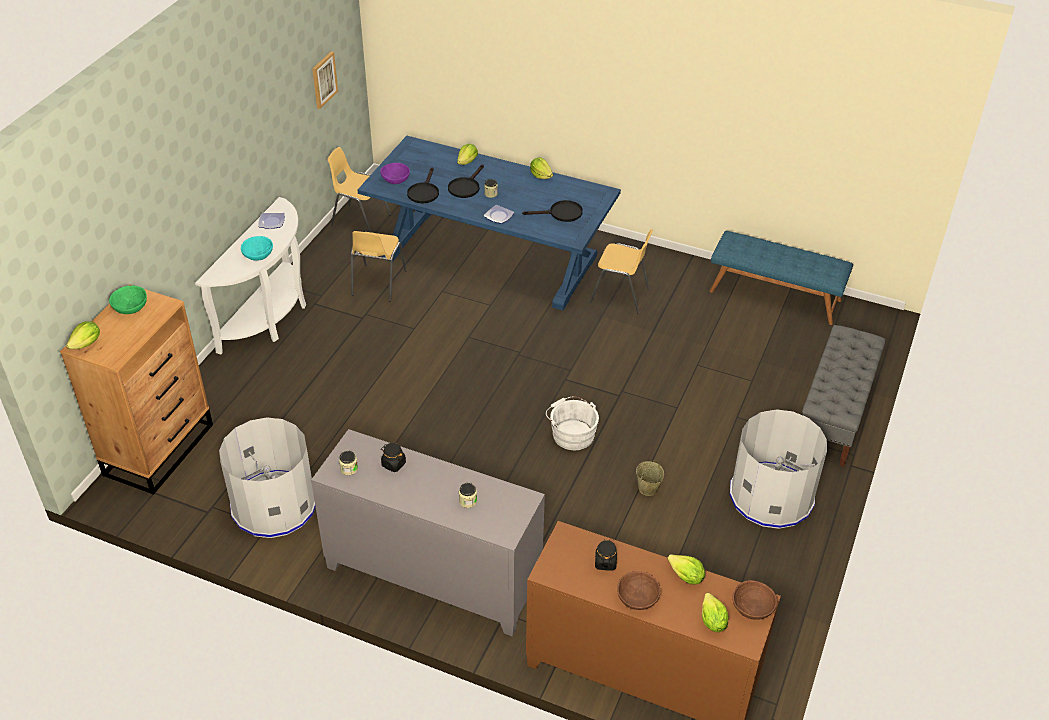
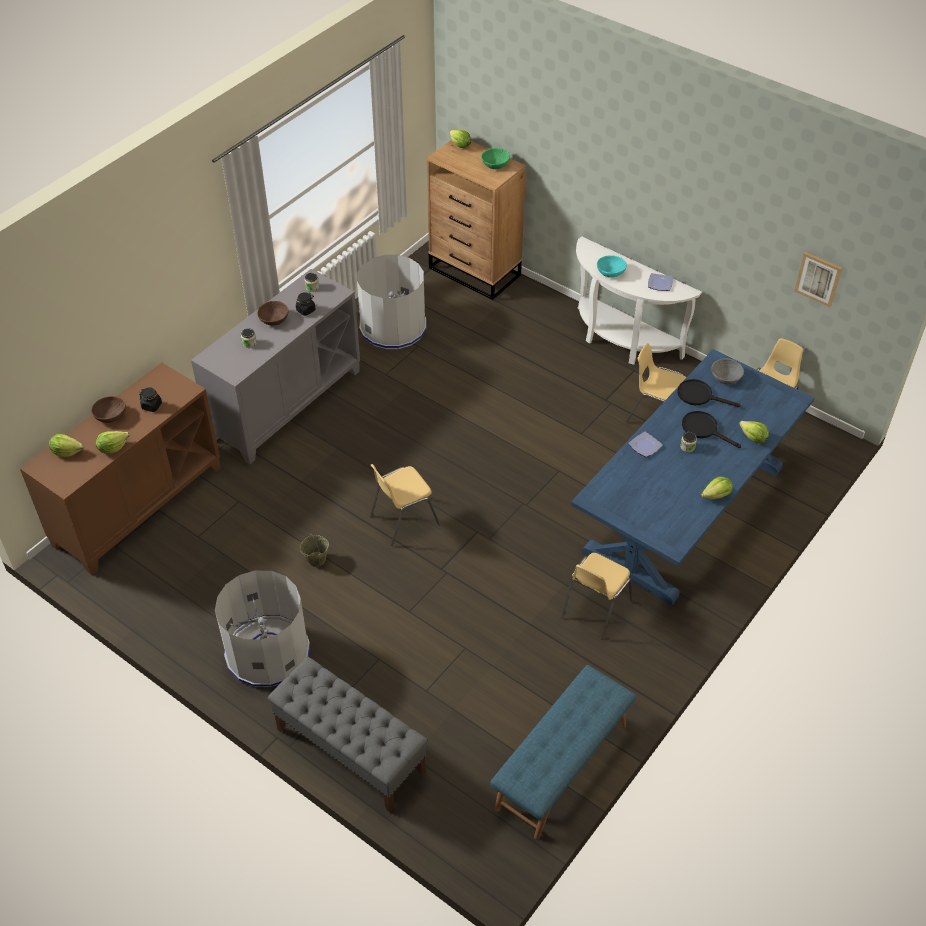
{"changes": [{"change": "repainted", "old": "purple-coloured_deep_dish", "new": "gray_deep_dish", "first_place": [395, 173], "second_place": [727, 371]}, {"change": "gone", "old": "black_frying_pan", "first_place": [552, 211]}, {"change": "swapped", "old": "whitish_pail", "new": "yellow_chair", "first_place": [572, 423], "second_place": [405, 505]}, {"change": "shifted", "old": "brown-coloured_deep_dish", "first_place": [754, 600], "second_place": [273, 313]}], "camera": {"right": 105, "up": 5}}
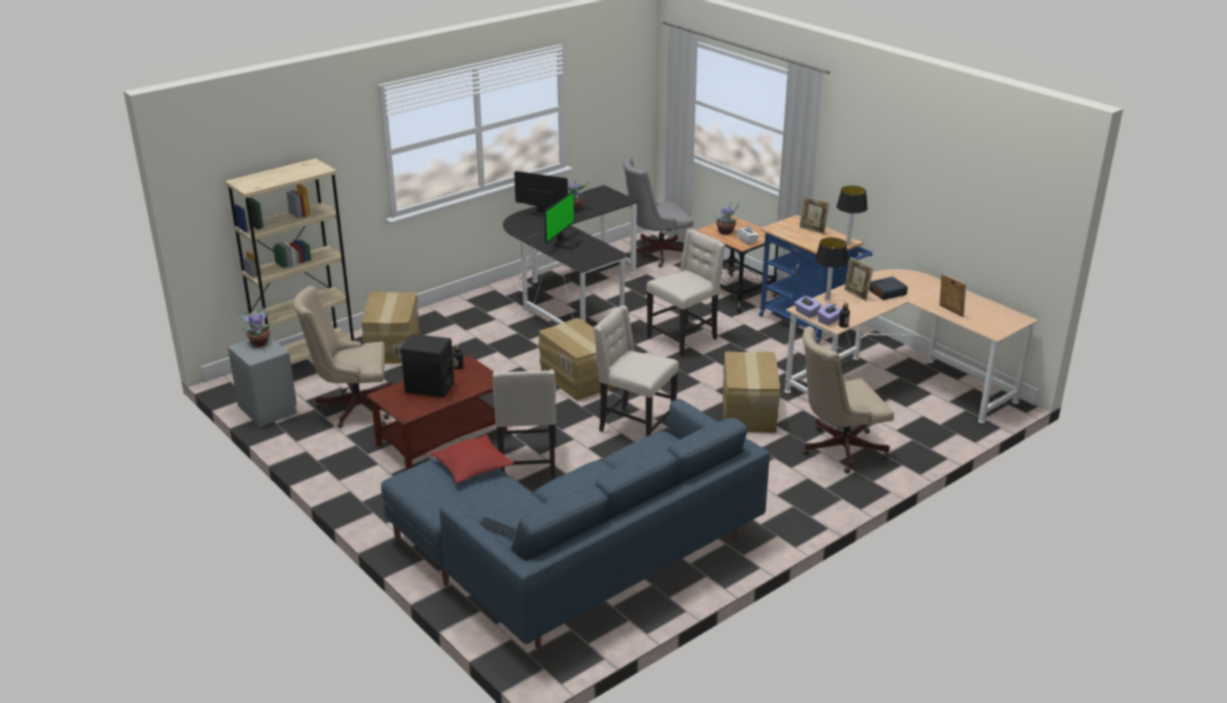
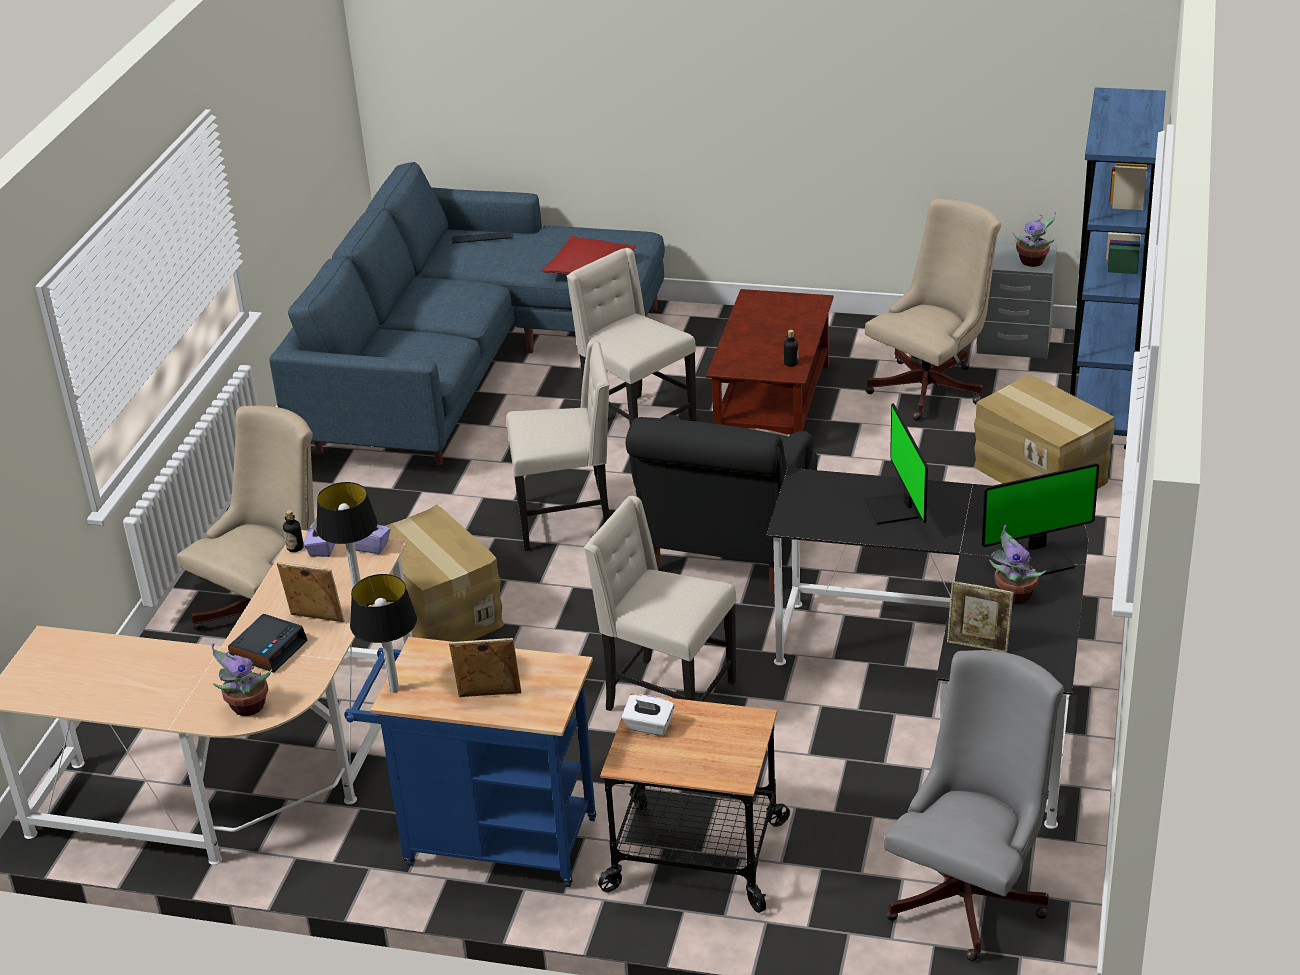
{"changes": [{"change": "repainted", "old": "beige-coloured_bookshelf", "new": "blue_bookshelf", "first_place": [290, 261], "second_place": [1118, 268]}, {"change": "gone", "old": "black_speaker", "first_place": [426, 365]}, {"change": "swapped", "old": "cardboard_box", "new": "black_easy_chair", "first_place": [576, 359], "second_place": [721, 504]}, {"change": "rotated", "old": "beige-coloured_chair", "first_place": [685, 292], "second_place": [660, 603], "degrees": 105}, {"change": "shifted", "old": "potted_plant", "first_place": [726, 218], "second_place": [242, 679]}, {"change": "shifted", "old": "standing_frame", "first_place": [952, 295], "second_place": [980, 617]}], "camera": {"right": 145, "up": 5}}
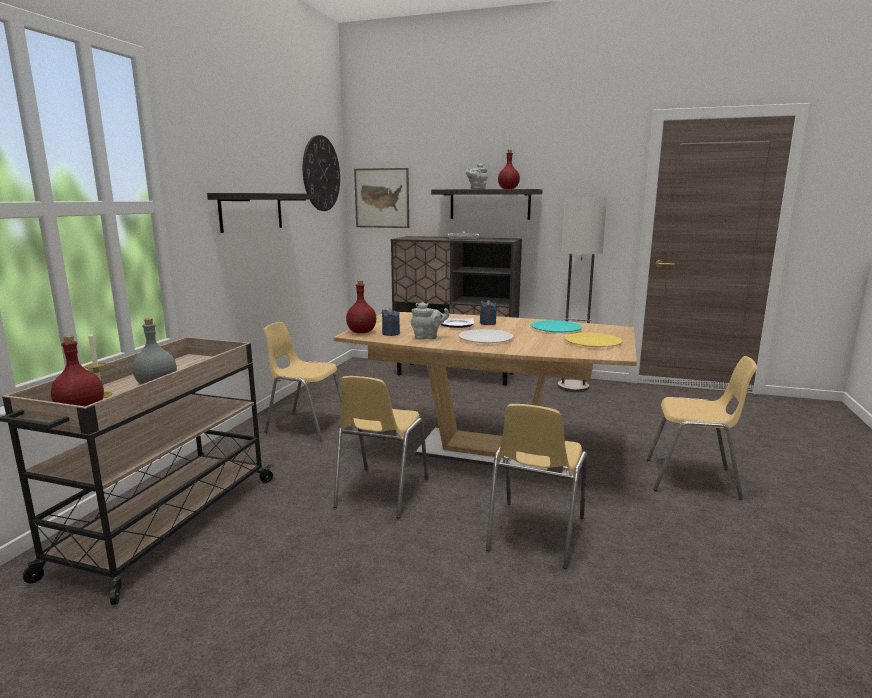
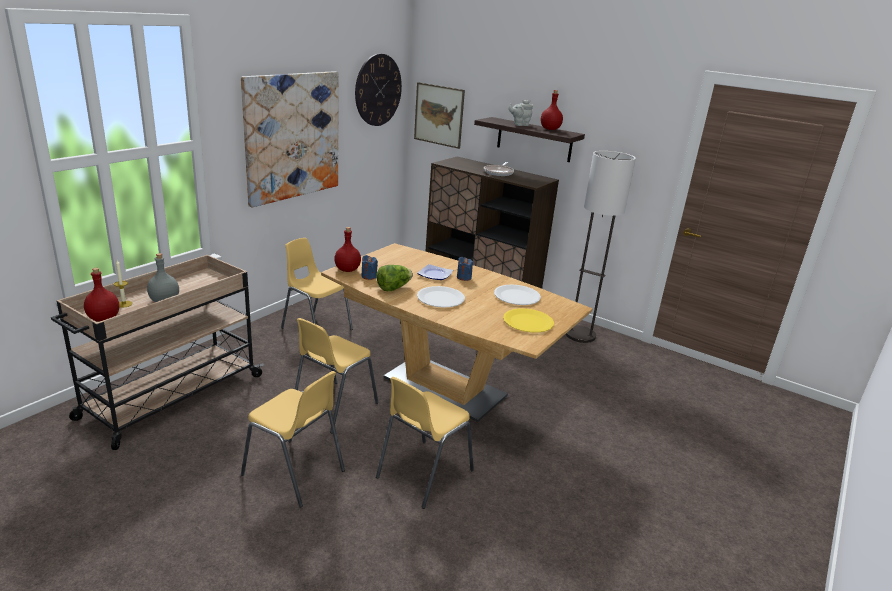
{"changes": [{"change": "swapped", "old": "bracket_shelf", "new": "wall_picture", "first_place": [263, 213], "second_place": [290, 139]}, {"change": "swapped", "old": "gray_tea_pot", "new": "head_of_lettuce", "first_place": [430, 321], "second_place": [394, 278]}, {"change": "repainted", "old": "blue-green_dinner_plate", "new": "whitish_dinner_plate", "first_place": [556, 326], "second_place": [517, 295]}, {"change": "shifted", "old": "yellow_chair", "first_place": [702, 428], "second_place": [293, 439]}], "camera": {"right": 15, "up": 10}}
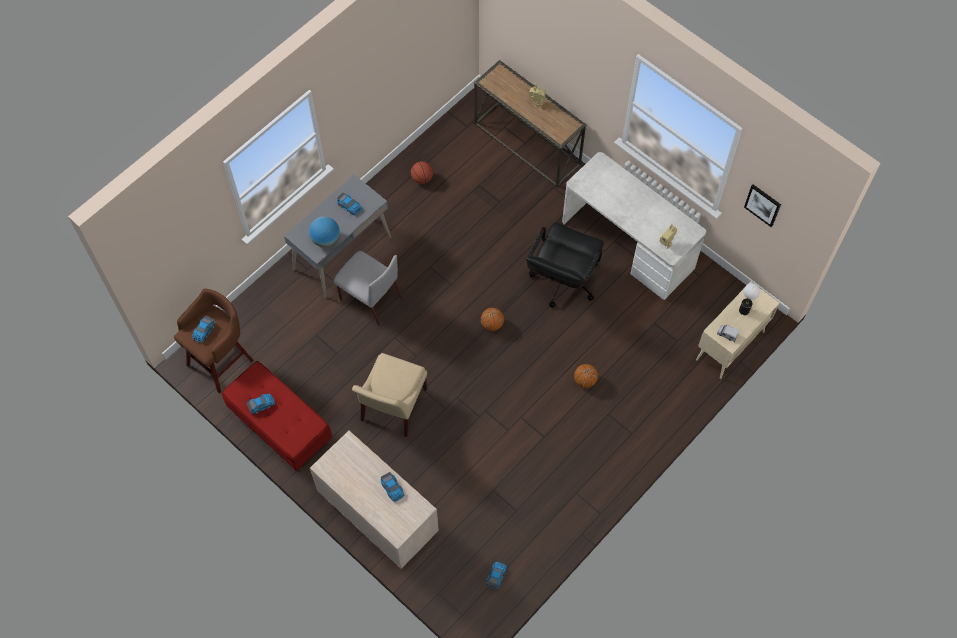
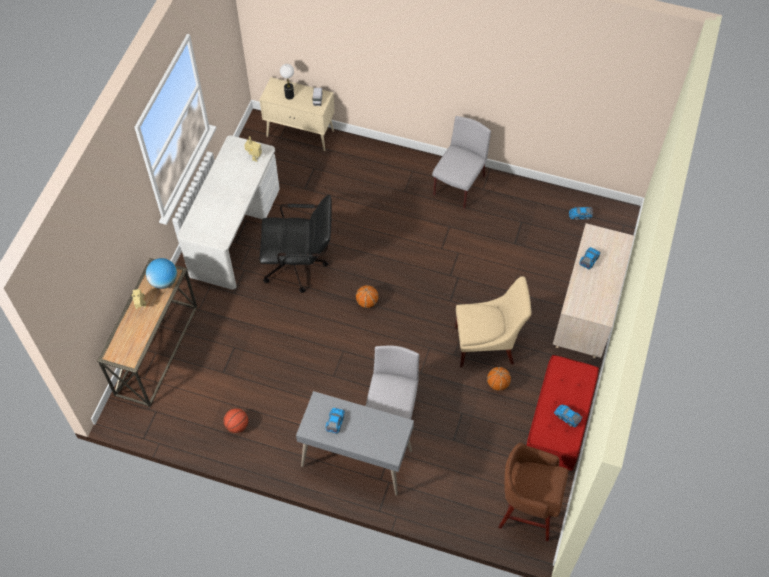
{"changes": [{"change": "gone", "old": "model_car", "first_place": [203, 329]}, {"change": "shifted", "old": "world_globe", "first_place": [324, 232], "second_place": [161, 273]}, {"change": "shifted", "old": "ball_for_basketball", "first_place": [586, 376], "second_place": [499, 379]}, {"change": "gone", "old": "wall_picture", "first_place": [762, 205]}, {"change": "new", "new": "gray_chair", "second_place": [461, 162]}], "camera": {"right": -115, "up": -5}}
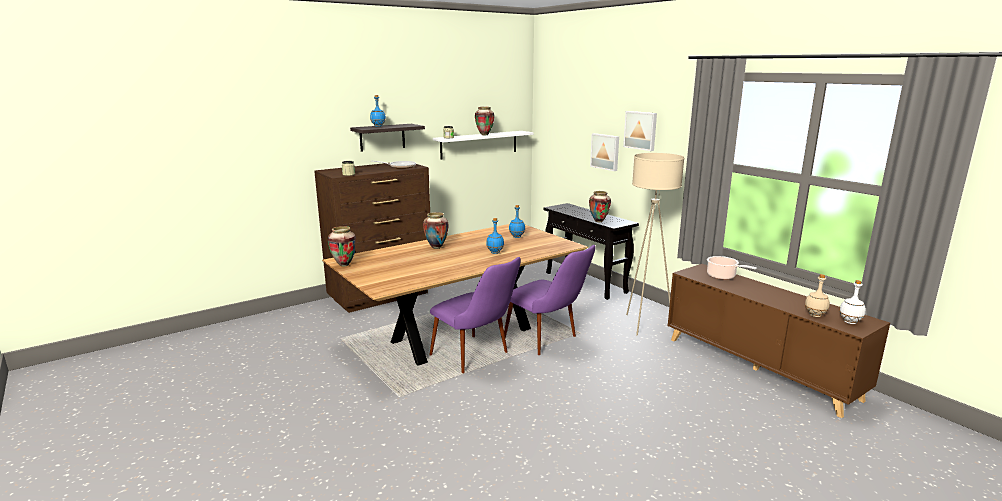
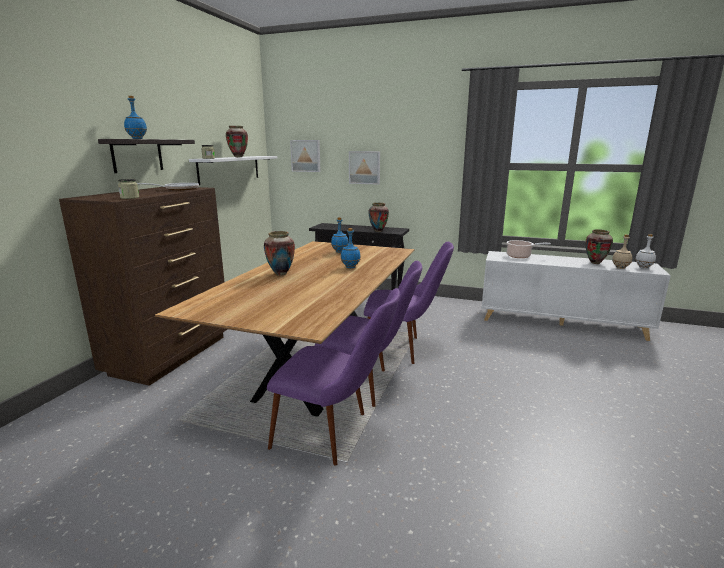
{"changes": [{"change": "shifted", "old": "vase", "first_place": [342, 246], "second_place": [599, 246]}, {"change": "shifted", "old": "wall_picture", "first_place": [640, 131], "second_place": [305, 156]}, {"change": "gone", "old": "beige-coloured_standard_lamp", "first_place": [655, 244]}, {"change": "repainted", "old": "brown-coloured_storage_cabinet", "new": "whitish_storage_cabinet", "first_place": [779, 341], "second_place": [576, 296]}, {"change": "new", "new": "purple-coloured_chair", "second_place": [333, 376]}], "camera": {"right": -35, "up": 0}}
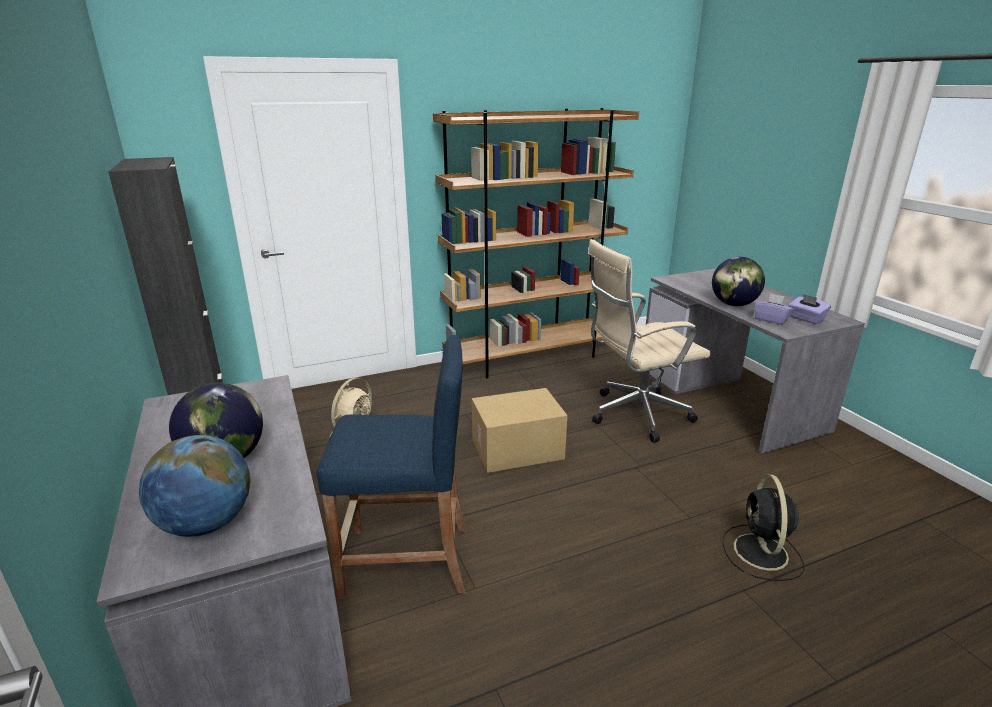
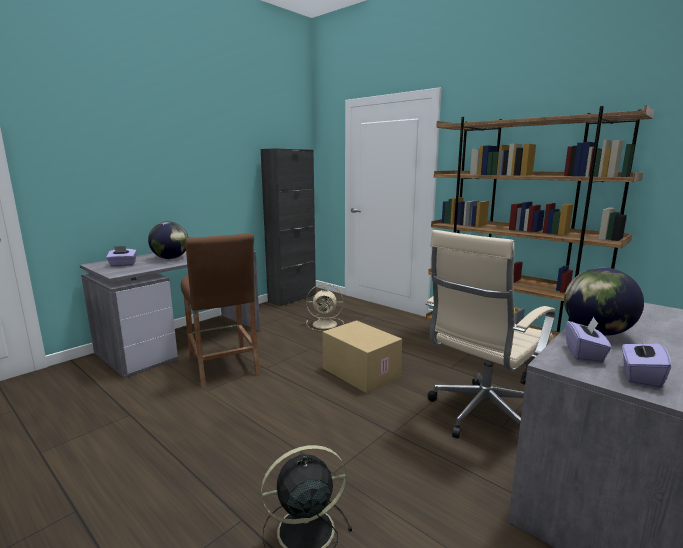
{"changes": [{"change": "swapped", "old": "world_globe", "new": "purple-coloured_tissue_holder", "first_place": [194, 486], "second_place": [121, 256]}, {"change": "repainted", "old": "blue_sitting_stool", "new": "brown-coloured_sitting_stool", "first_place": [391, 466], "second_place": [220, 310]}, {"change": "rotated", "old": "beige-coloured_office_chair", "first_place": [649, 341], "second_place": [490, 334], "degrees": -90}], "camera": {"right": 65, "up": -10}}
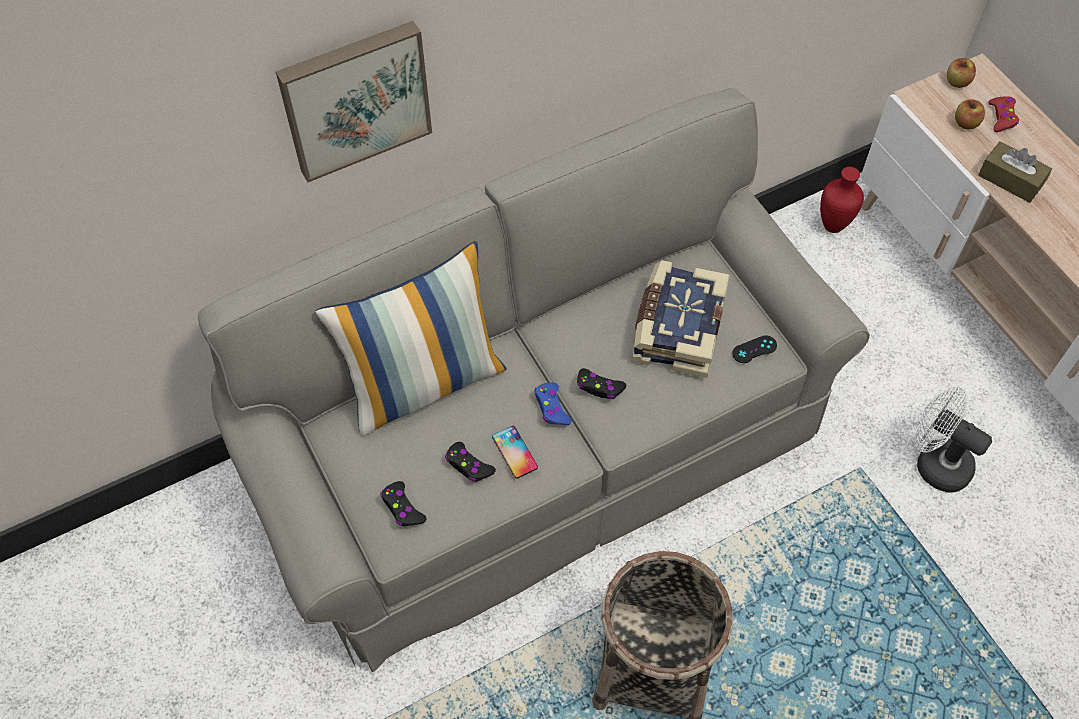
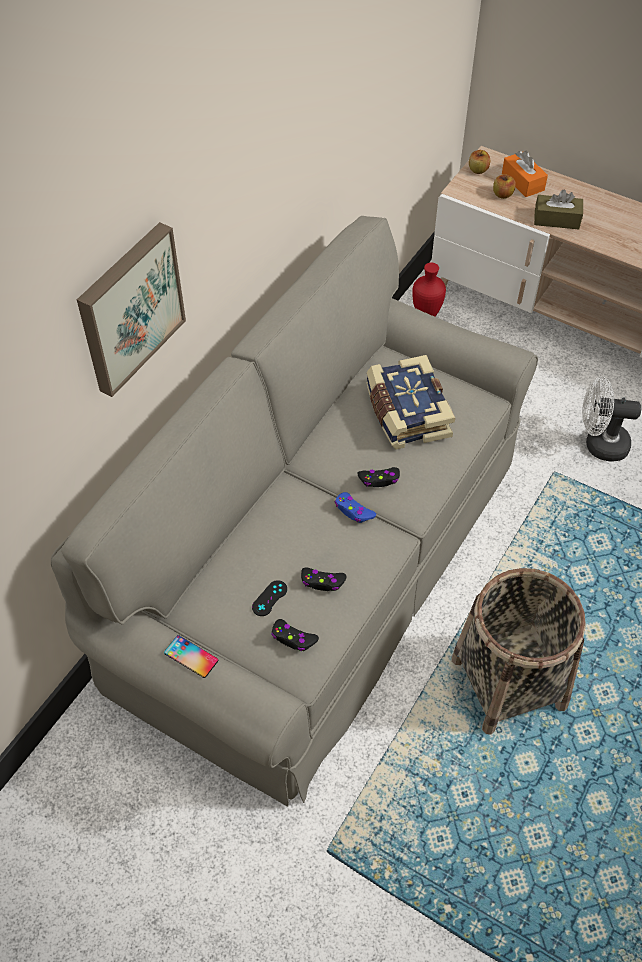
{"changes": [{"change": "gone", "old": "pillow", "first_place": [411, 339]}, {"change": "shifted", "old": "handset", "first_place": [515, 452], "second_place": [191, 656]}, {"change": "shifted", "old": "black_game_controller", "first_place": [754, 349], "second_place": [269, 598]}, {"change": "swapped", "old": "red-coloured_game_controller", "new": "orangey_tissue_holder", "first_place": [1003, 114], "second_place": [525, 174]}], "camera": {"right": -30, "up": -5}}
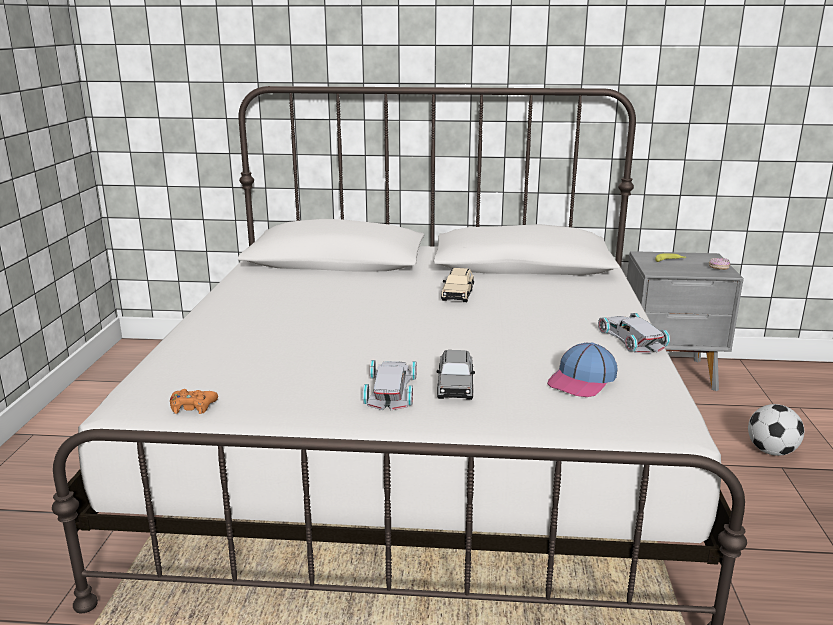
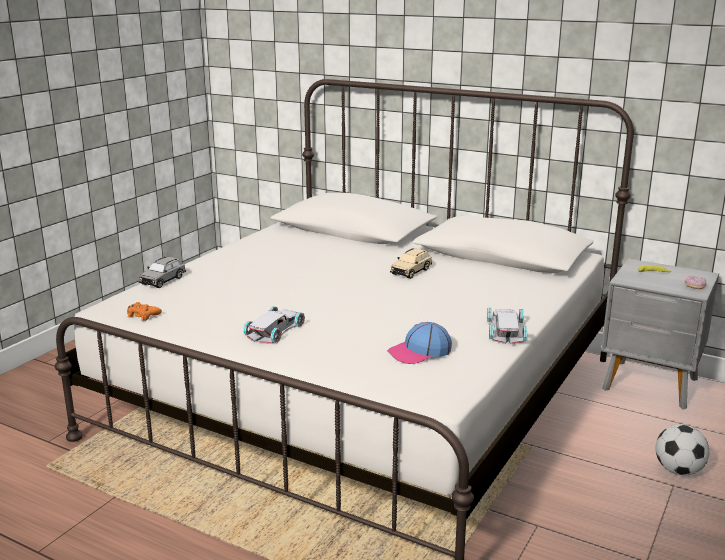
{"changes": [{"change": "shifted", "old": "gray_model_car", "first_place": [456, 375], "second_place": [162, 272]}], "camera": {"right": 25, "up": 0}}
